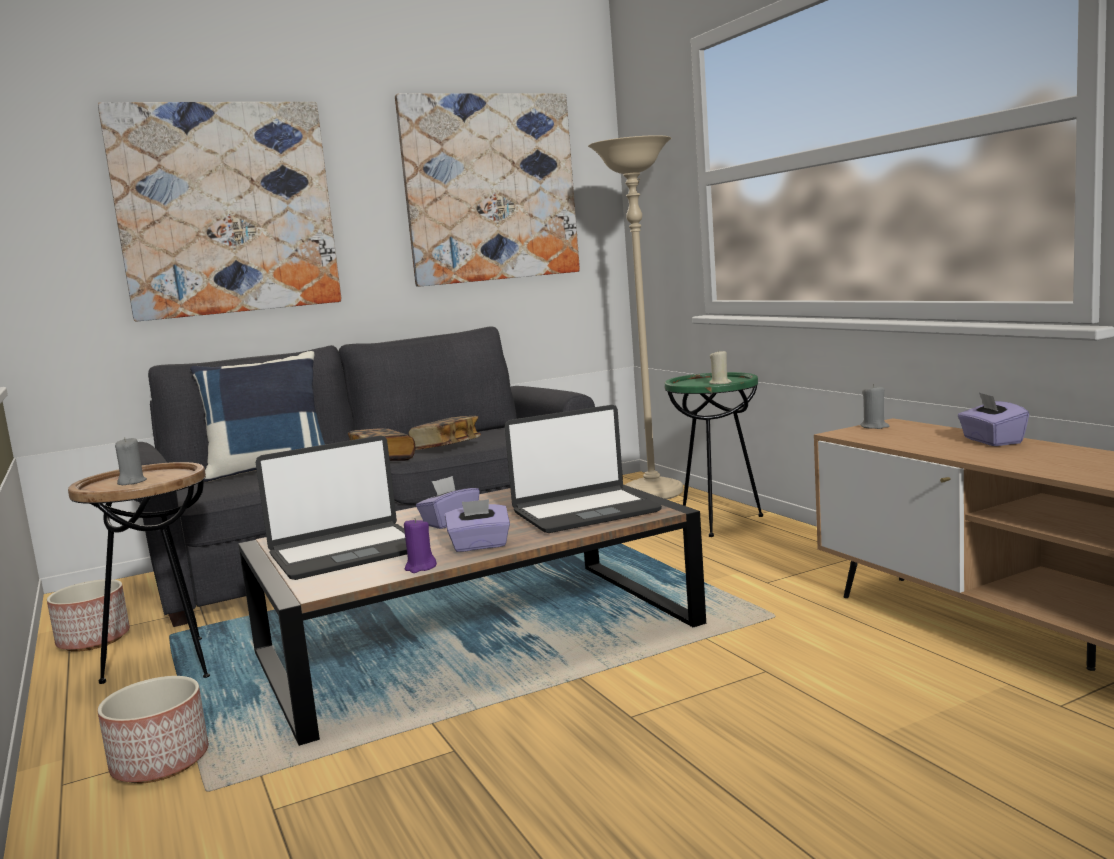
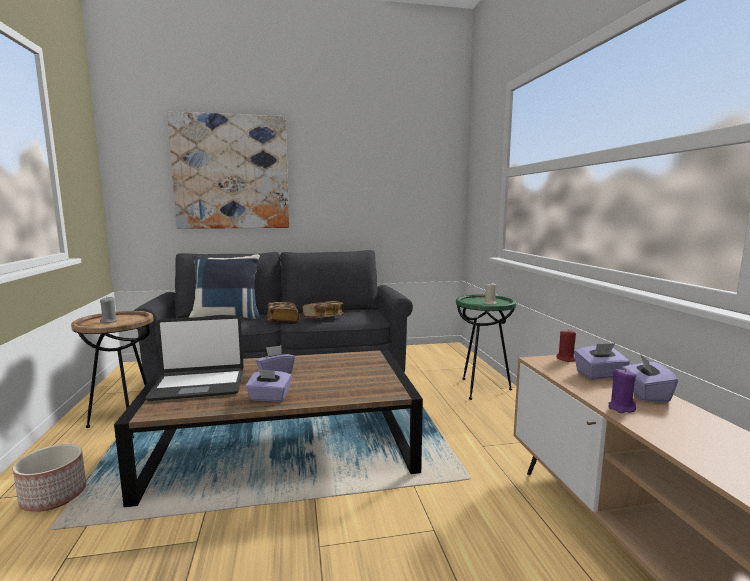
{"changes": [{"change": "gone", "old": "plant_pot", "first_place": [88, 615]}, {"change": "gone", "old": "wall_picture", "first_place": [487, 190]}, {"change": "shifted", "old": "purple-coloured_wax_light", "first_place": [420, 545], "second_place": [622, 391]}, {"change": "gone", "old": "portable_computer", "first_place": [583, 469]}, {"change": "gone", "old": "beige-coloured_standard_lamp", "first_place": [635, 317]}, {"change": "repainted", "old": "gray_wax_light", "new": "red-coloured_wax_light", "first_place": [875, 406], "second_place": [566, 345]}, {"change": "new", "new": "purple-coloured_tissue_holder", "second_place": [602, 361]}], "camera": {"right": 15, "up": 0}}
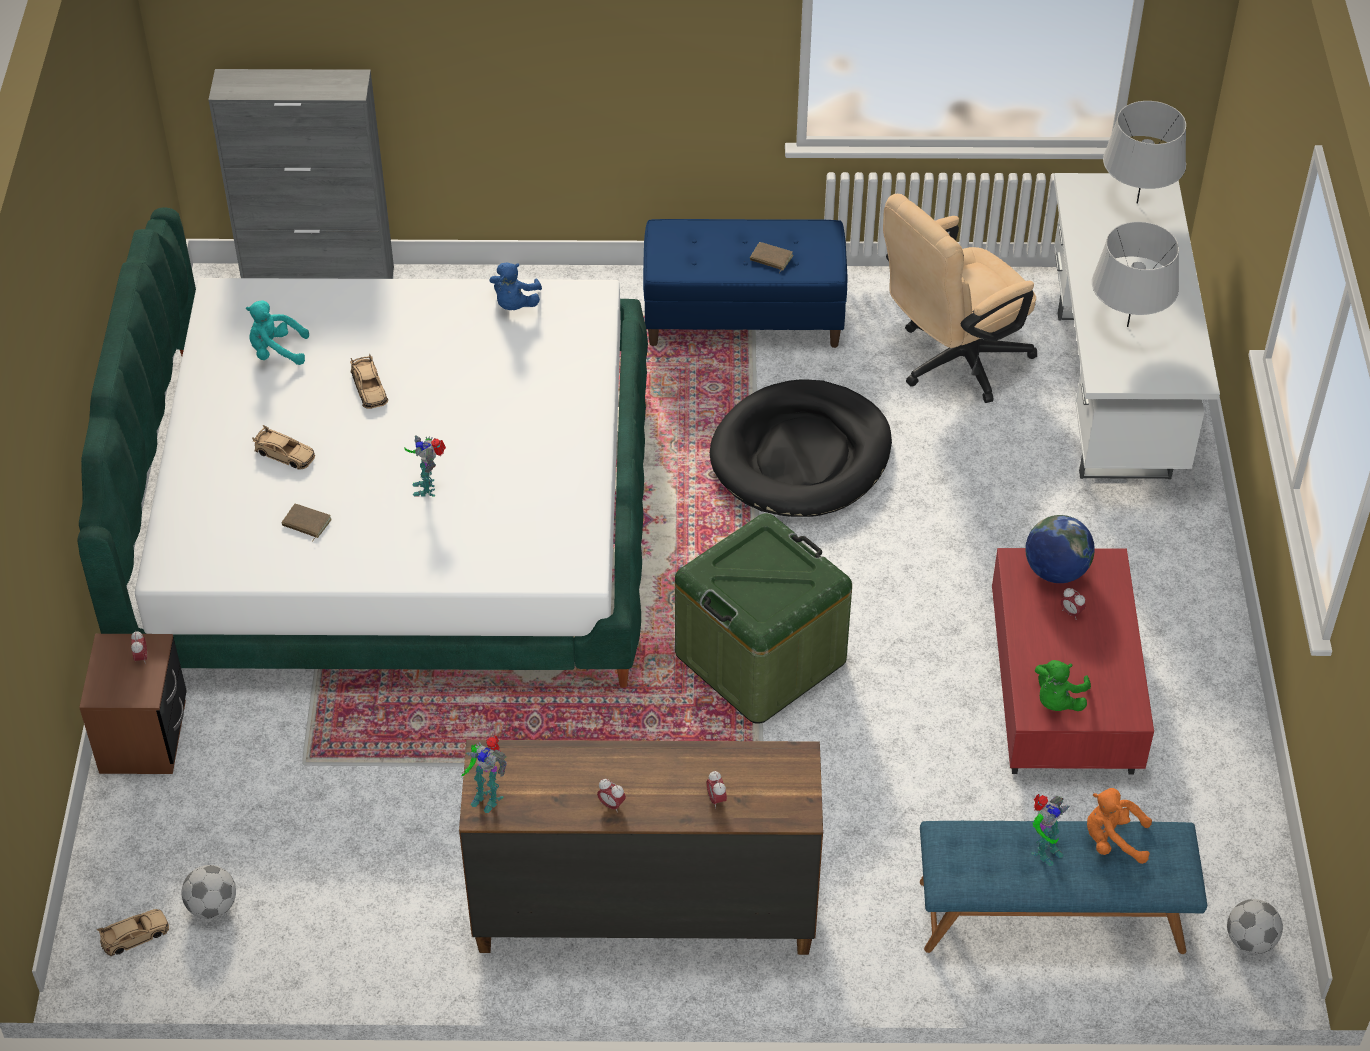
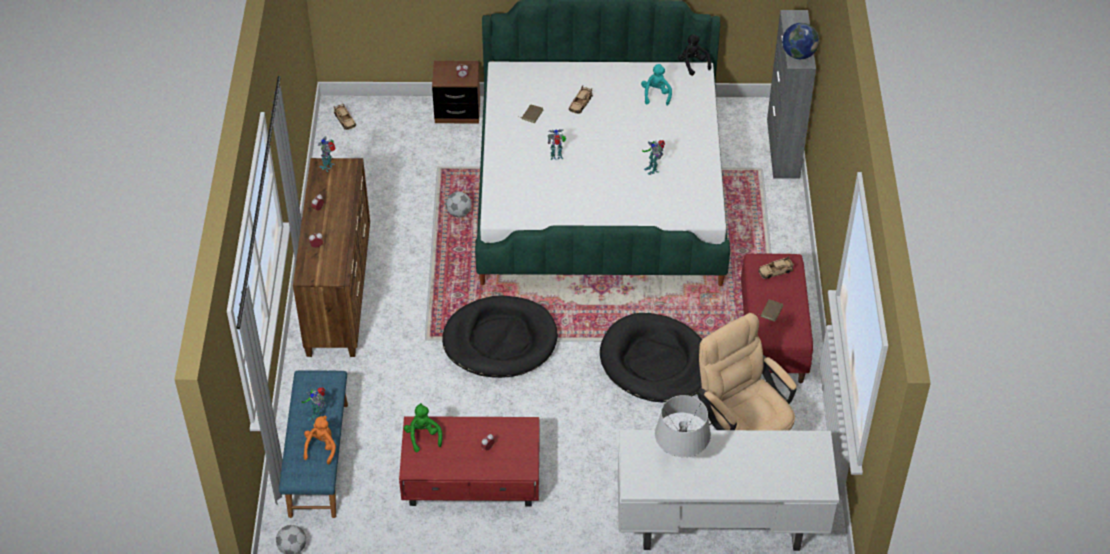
{"changes": [{"change": "shifted", "old": "football", "first_place": [209, 892], "second_place": [459, 204]}, {"change": "shifted", "old": "beige-coloured_model_car", "first_place": [369, 381], "second_place": [776, 267]}, {"change": "gone", "old": "blue_plush_toy", "first_place": [516, 286]}, {"change": "repainted", "old": "blue_bench", "new": "red-coloured_bench", "first_place": [745, 283], "second_place": [777, 318]}, {"change": "swapped", "old": "green_storage_container", "new": "black_dog_cushion", "first_place": [763, 618], "second_place": [500, 337]}, {"change": "shifted", "old": "world_globe", "first_place": [1060, 549], "second_place": [800, 41]}, {"change": "rotated", "old": "green_plush_toy", "first_place": [1063, 685], "second_place": [423, 427], "degrees": 45}, {"change": "gone", "old": "gray_table_lamp", "first_place": [1144, 152]}, {"change": "new", "new": "robot_figure", "second_place": [653, 157]}, {"change": "new", "new": "black_plush_toy", "second_place": [694, 55]}], "camera": {"right": 90, "up": 0}}
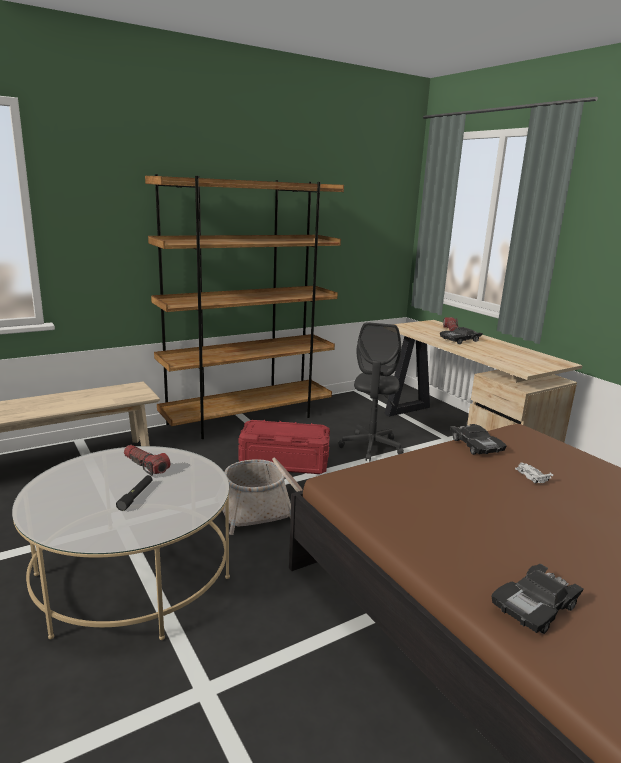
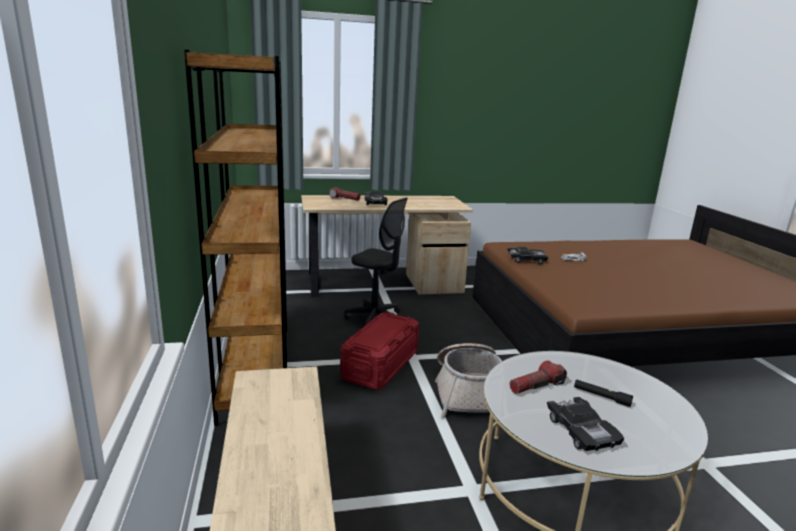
{"changes": [{"change": "shifted", "old": "black_model_car", "first_place": [537, 599], "second_place": [586, 424]}], "camera": {"right": -70, "up": 0}}
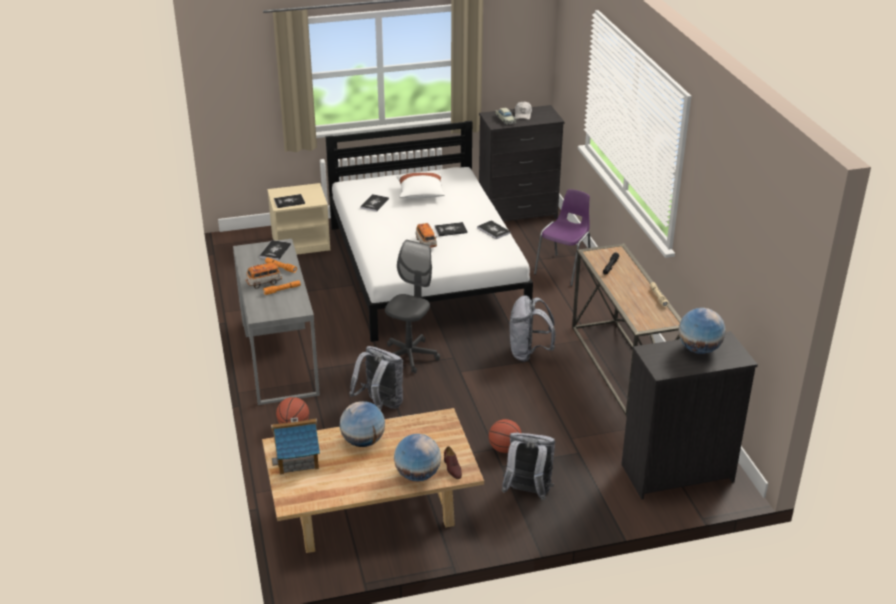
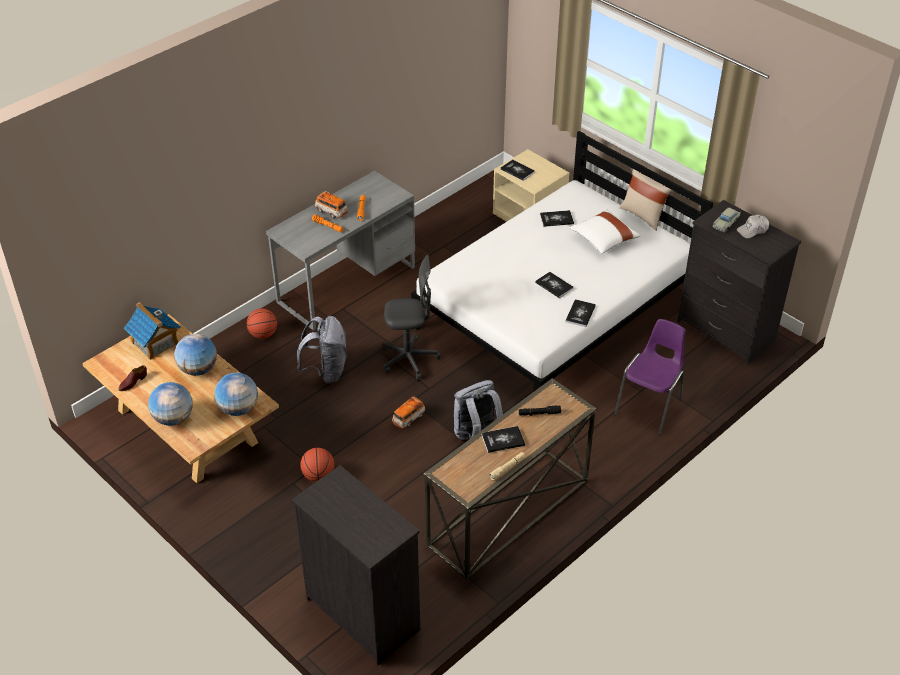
{"changes": [{"change": "shifted", "old": "volume", "first_place": [275, 250], "second_place": [503, 439]}, {"change": "shifted", "old": "model_car", "first_place": [426, 235], "second_place": [409, 413]}, {"change": "shifted", "old": "brown-coloured_low_shoe", "first_place": [453, 462], "second_place": [132, 378]}, {"change": "gone", "old": "gray_knapsack", "first_place": [528, 466]}, {"change": "rotated", "old": "purple-coloured_chair", "first_place": [562, 237], "second_place": [649, 376], "degrees": -60}, {"change": "shifted", "old": "world_globe", "first_place": [702, 331], "second_place": [236, 394]}, {"change": "new", "new": "beige-coloured_pillow", "second_place": [645, 200]}], "camera": {"right": 60, "up": 10}}
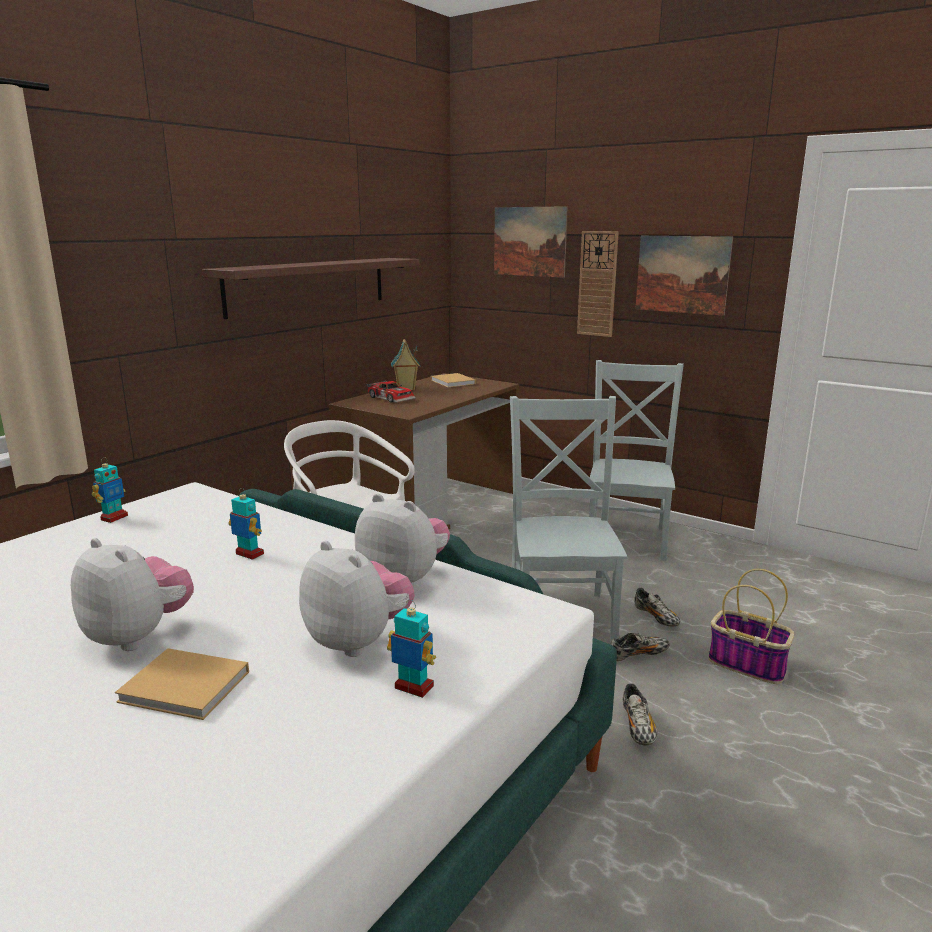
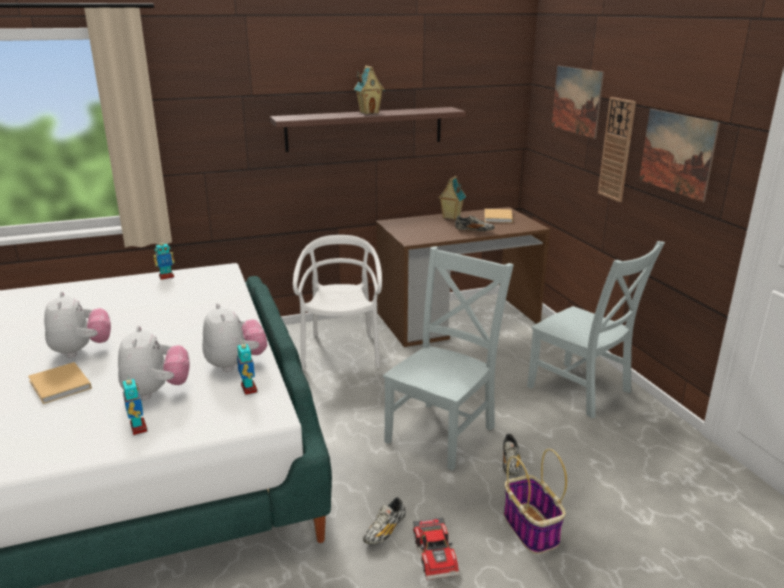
{"changes": [{"change": "shifted", "old": "robot_figure", "first_place": [246, 524], "second_place": [247, 367]}, {"change": "shifted", "old": "model_car", "first_place": [391, 391], "second_place": [436, 549]}, {"change": "rotated", "old": "gray_chair", "first_place": [636, 460], "second_place": [596, 329], "degrees": 90}, {"change": "shifted", "old": "low_shoe", "first_place": [640, 647], "second_place": [475, 223]}, {"change": "new", "new": "toy_house", "second_place": [369, 90]}], "camera": {"right": 35, "up": 5}}
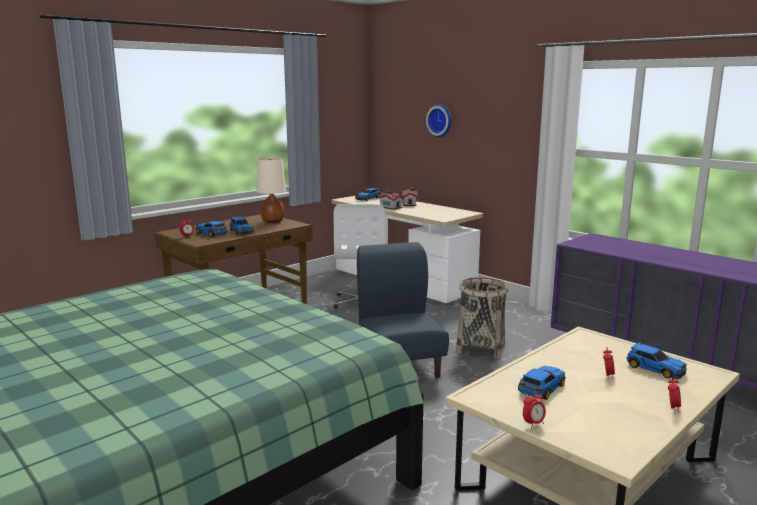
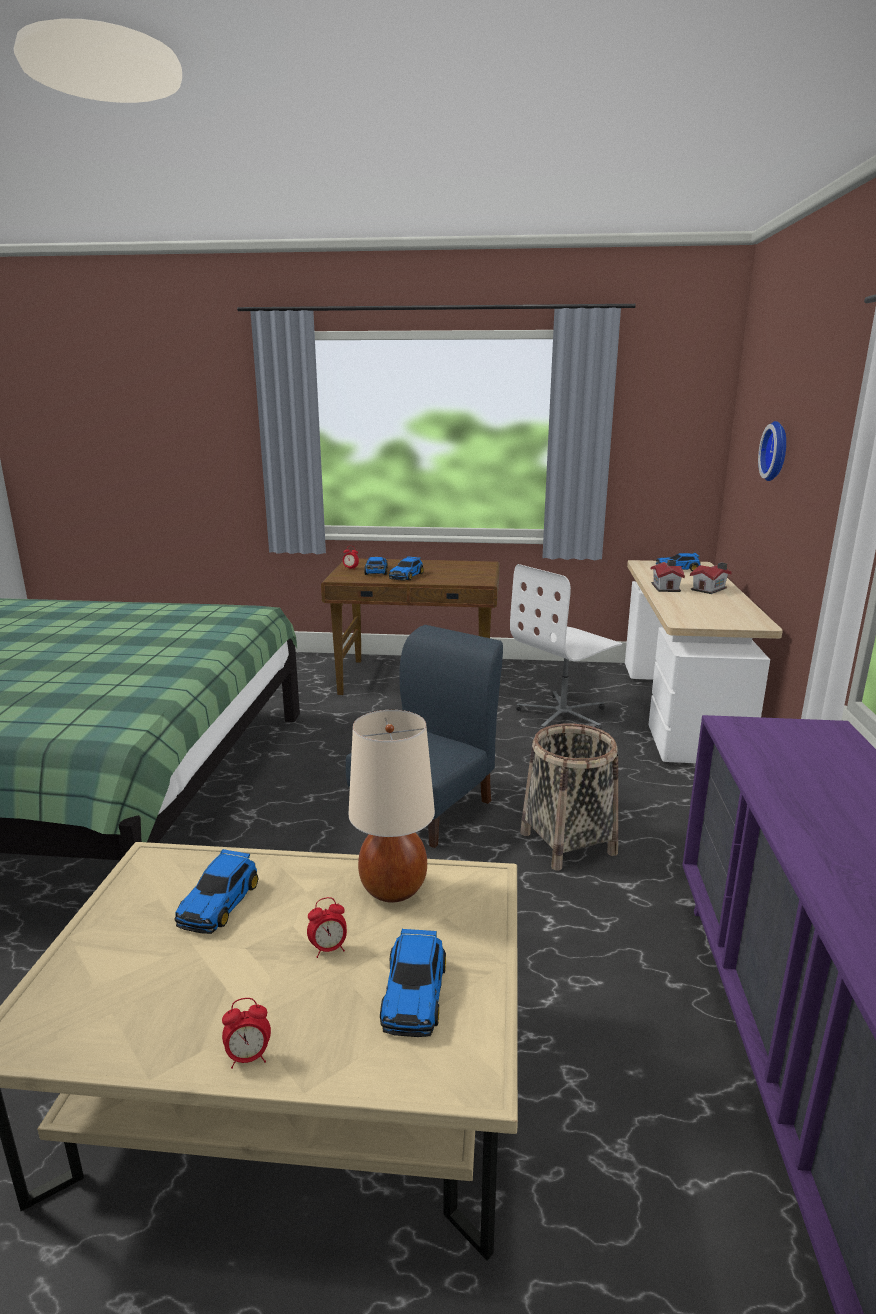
{"changes": [{"change": "shifted", "old": "beige-coloured_table_lamp", "first_place": [271, 190], "second_place": [392, 806]}, {"change": "rotated", "old": "model_car", "first_place": [542, 383], "second_place": [216, 891], "degrees": 105}, {"change": "gone", "old": "table_clock", "first_place": [534, 409]}], "camera": {"right": 50, "up": 5}}
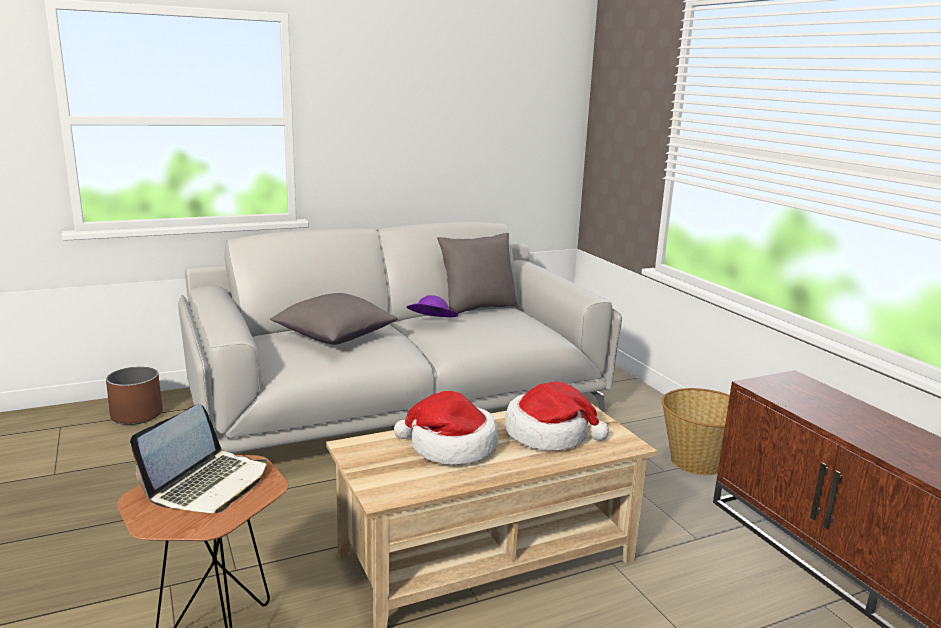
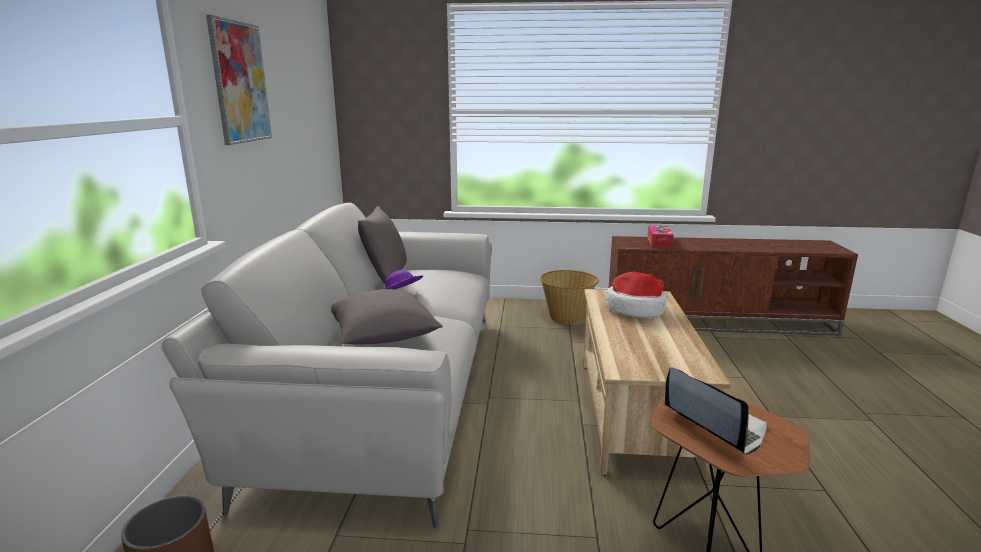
{"changes": [{"change": "gone", "old": "hat", "first_place": [446, 428]}, {"change": "new", "new": "wall_picture", "second_place": [239, 80]}, {"change": "new", "new": "tissue_holder", "second_place": [660, 236]}], "camera": {"right": -60, "up": 0}}
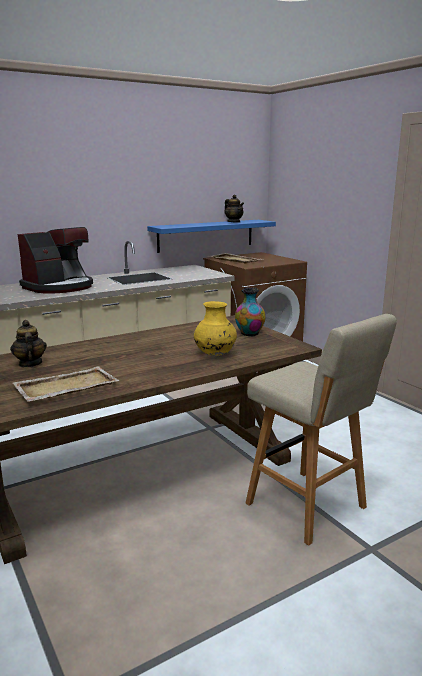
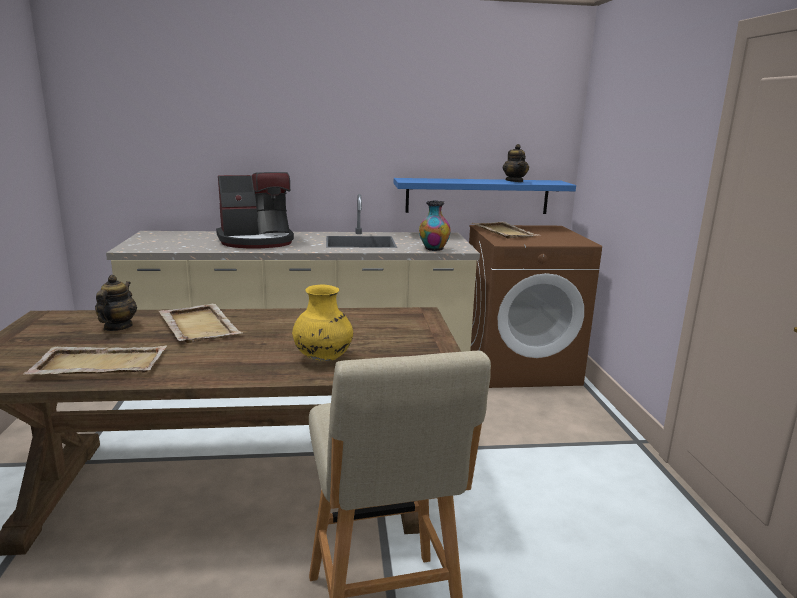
{"changes": [{"change": "shifted", "old": "vase", "first_place": [250, 312], "second_place": [435, 225]}, {"change": "new", "new": "beige-coloured_tray", "second_place": [200, 323]}], "camera": {"right": 25, "up": 0}}
